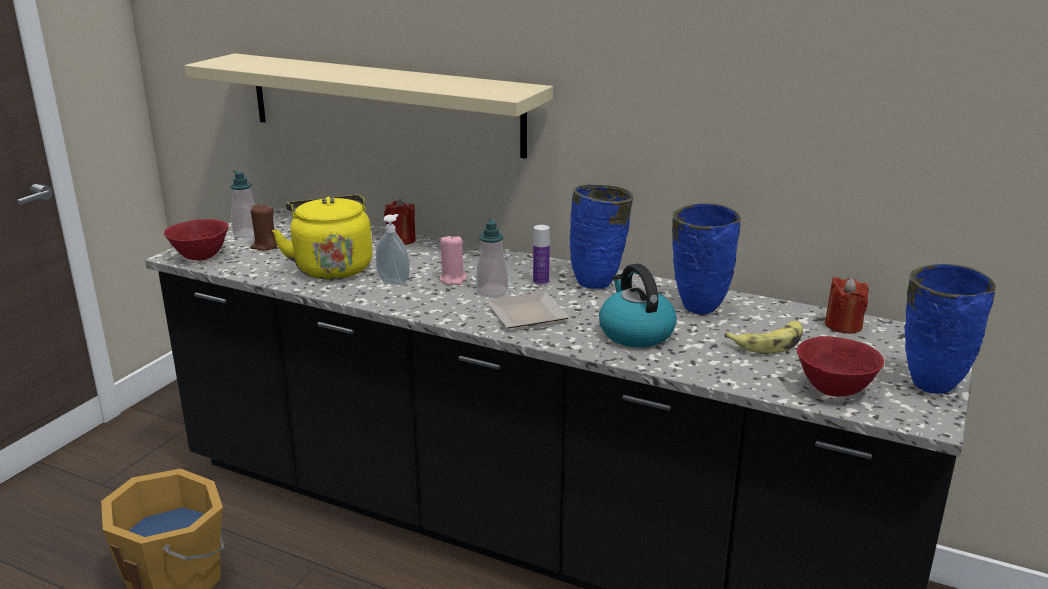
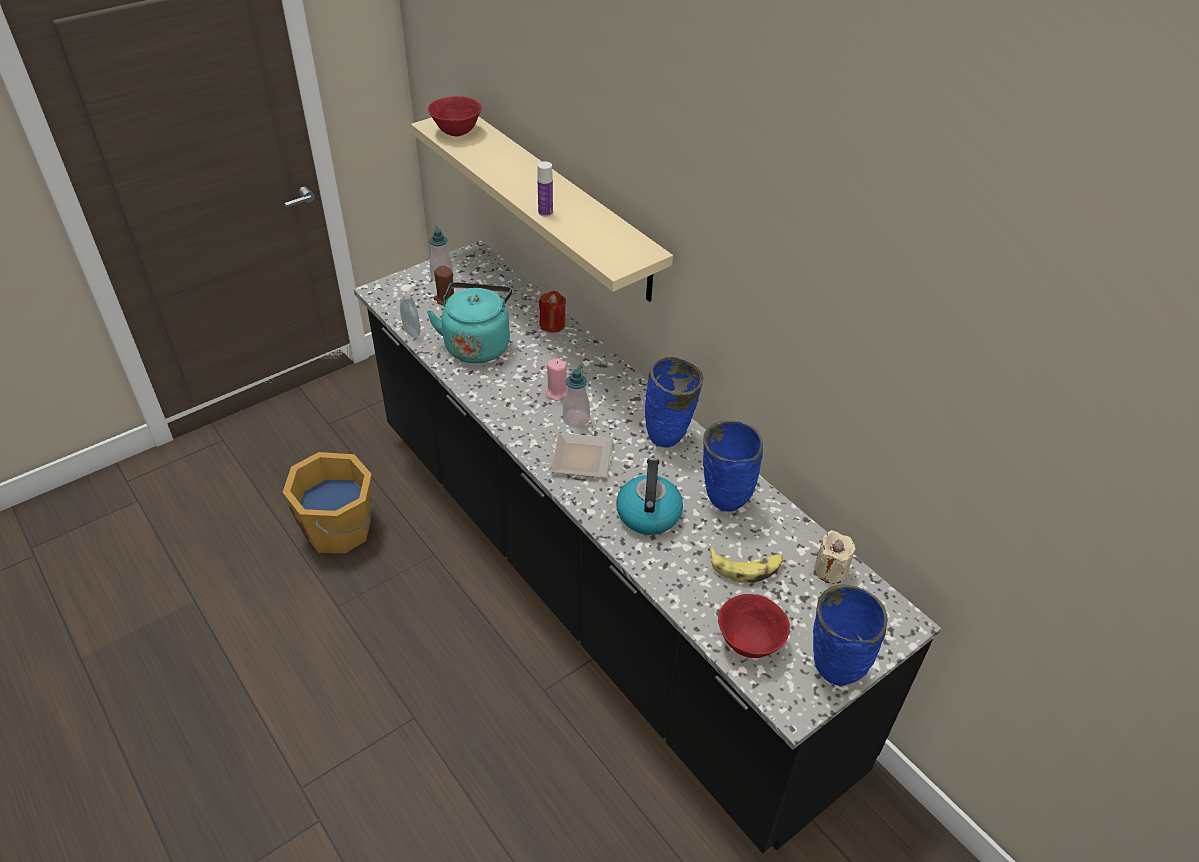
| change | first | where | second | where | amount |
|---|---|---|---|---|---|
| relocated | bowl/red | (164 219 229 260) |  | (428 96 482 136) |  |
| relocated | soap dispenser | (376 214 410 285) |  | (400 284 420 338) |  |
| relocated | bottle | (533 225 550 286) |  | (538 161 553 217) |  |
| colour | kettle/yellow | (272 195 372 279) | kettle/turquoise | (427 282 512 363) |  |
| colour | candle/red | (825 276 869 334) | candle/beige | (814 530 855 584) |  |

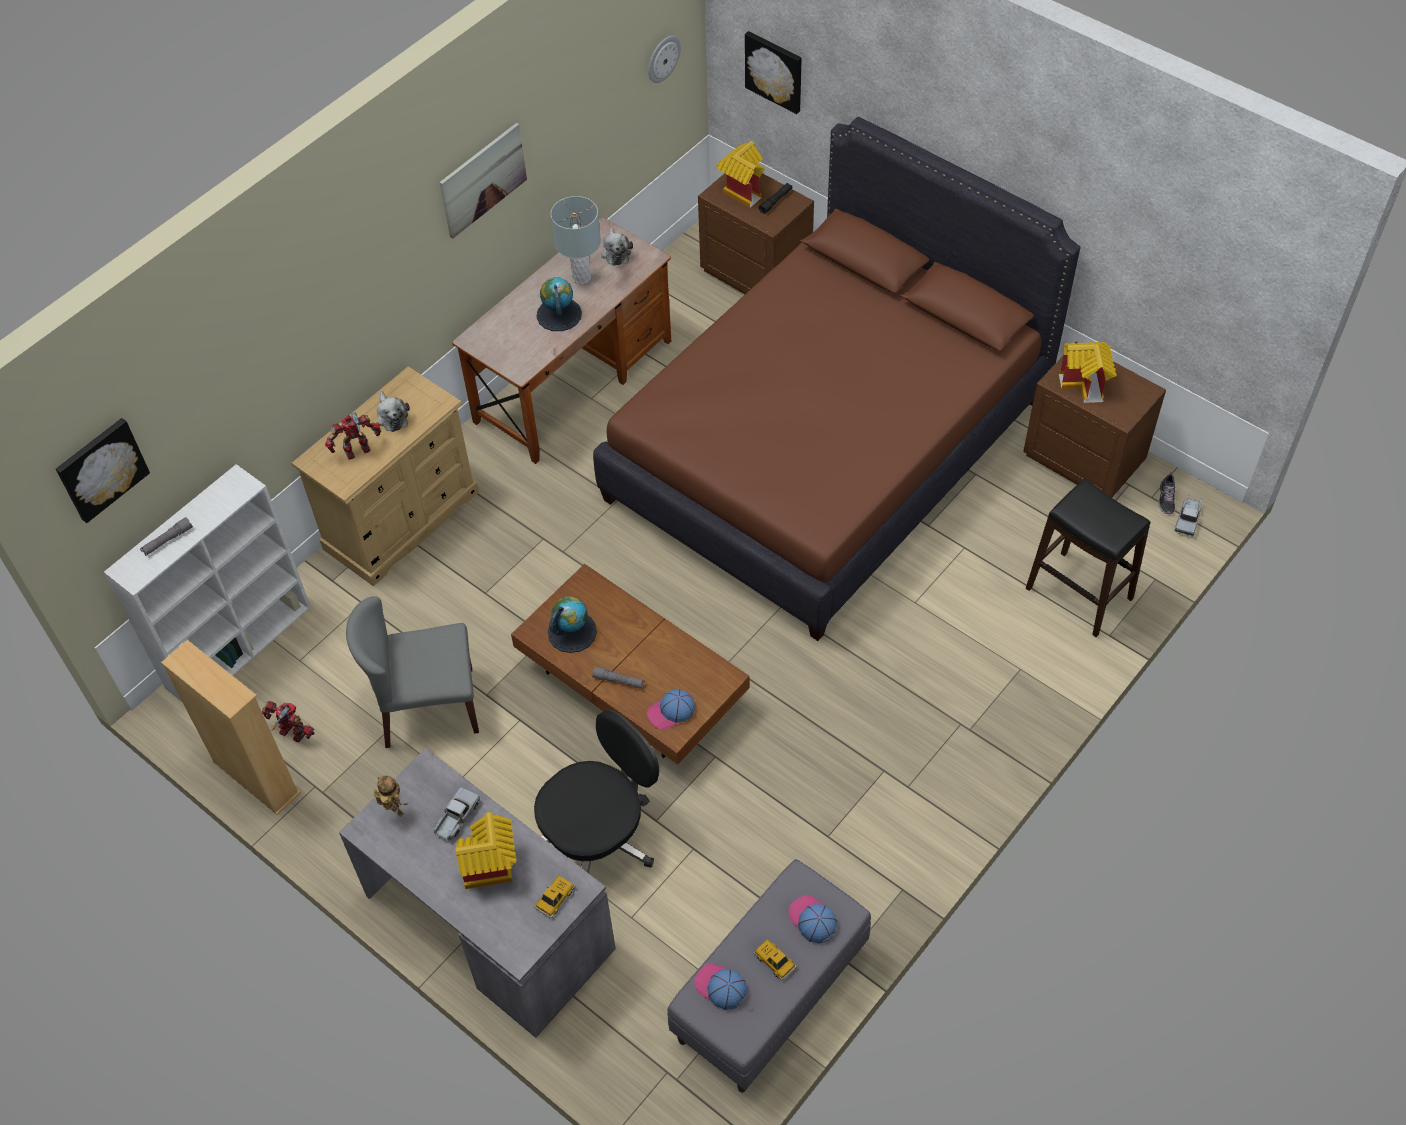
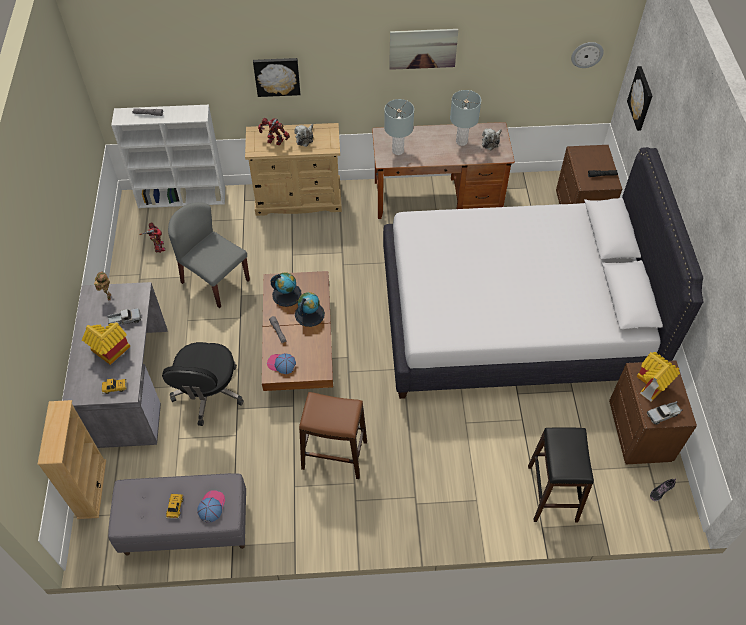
| change | first | where | second | where | amount |
|---|---|---|---|---|---|
| missing | cap | (694 964 747 1010) |  |  |  |
| missing | toy house | (716 141 765 207) |  |  |  |
| appeared |  |  | stool/brown | (299 392 367 479) |  |
| appeared |  |  | table lamp/grey | (384 99 414 155) |  |
| relocated | picture | (56 418 150 523) |  | (253 58 300 97) |  |
| relocated | bookcase/beige | (161 640 301 815) |  | (37 400 106 519) |  |
| relocated | globe | (536 277 582 331) |  | (295 292 325 327) |  |
| relocated | toy truck | (1175 495 1202 536) |  | (647 401 683 425) |  |
| colour | bed/brown | (593 117 1080 641) | bed/white | (383 147 703 399) |  |
| spun | office chair/black | (534 710 659 873) |  | (162 342 244 426) | 90 degrees clockwise |

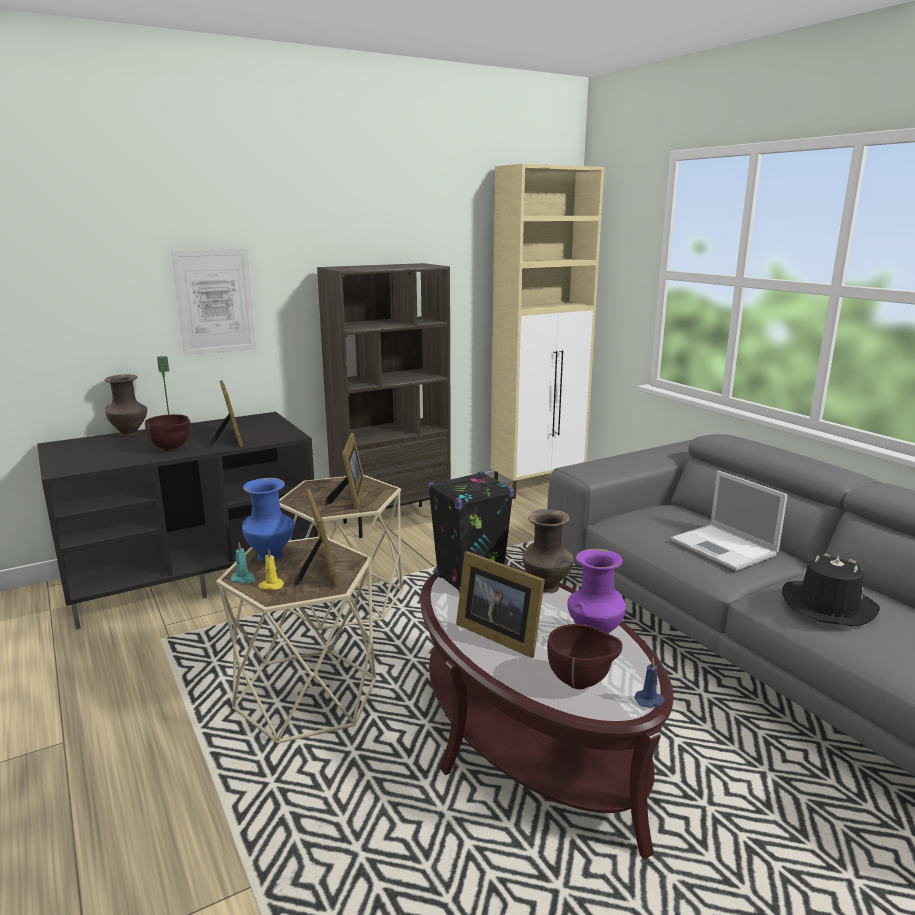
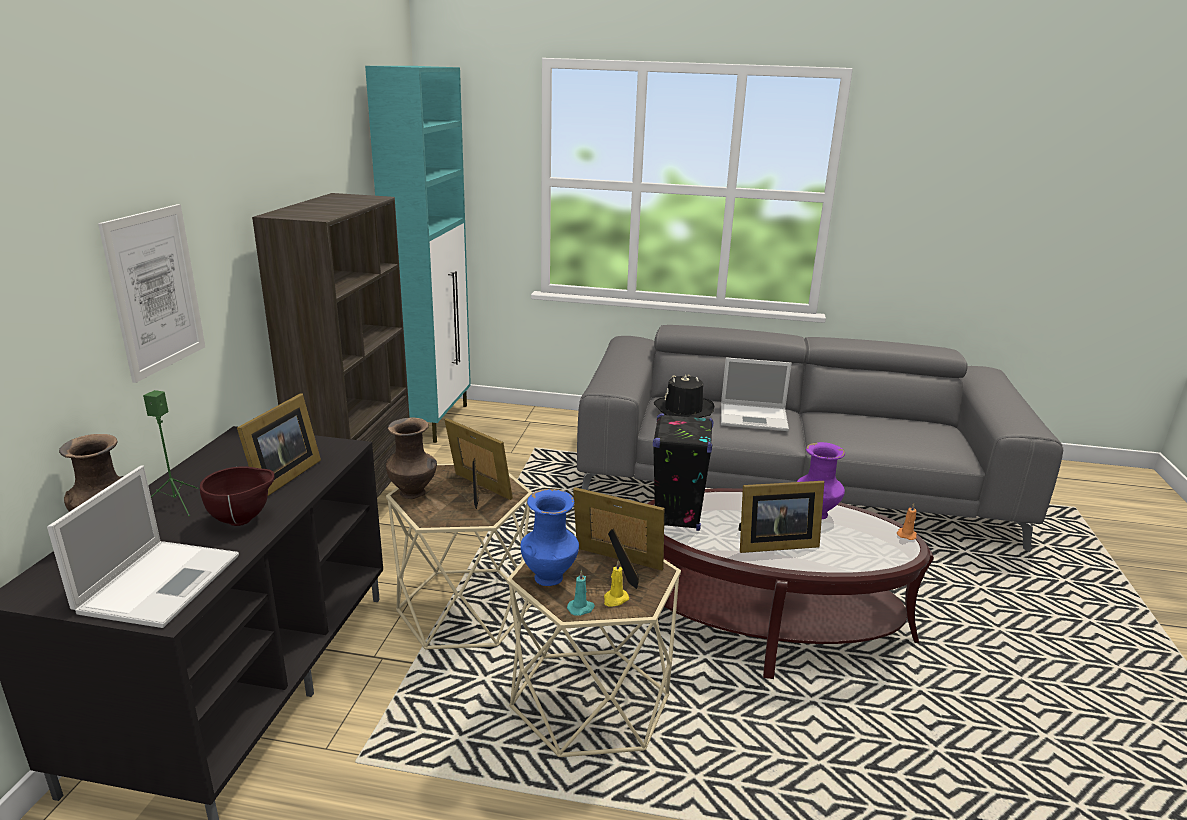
| change | first | where | second | where | amount |
|---|---|---|---|---|---|
| missing | bowl/brown | (547 624 622 689) |  |  |  |
| appeared |  |  | laptop | (47 465 239 628) |  |
| relocated | vase/brown | (523 509 574 593) |  | (386 418 437 499) |  |
| relocated | hat/black | (782 554 880 627) |  | (654 374 714 418) |  |
| colour | cabinet/beige | (490 164 604 499) | cabinet/turquoise | (365 66 471 443) |  |
| colour | candle/blue | (634 658 665 708) | candle/orange | (897 503 917 540) |  |
| spun | picture frame | (209 380 243 447) |  | (237 394 321 496) | 90 degrees clockwise |

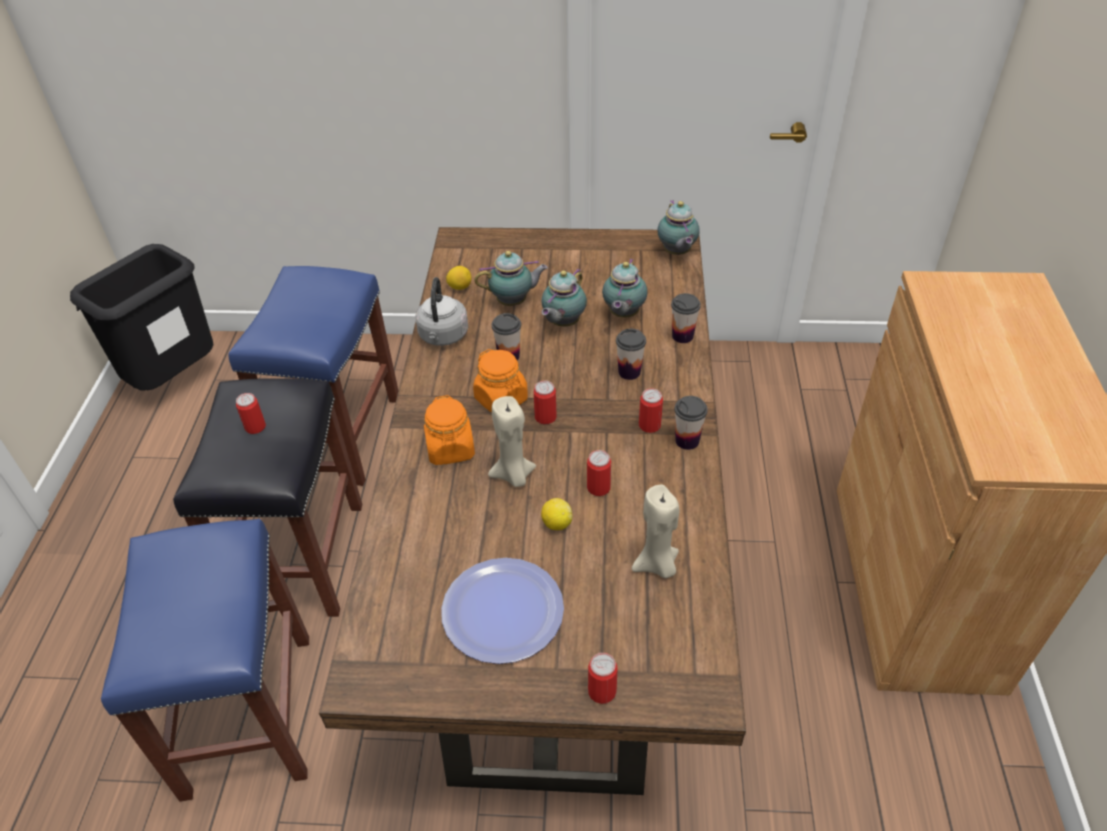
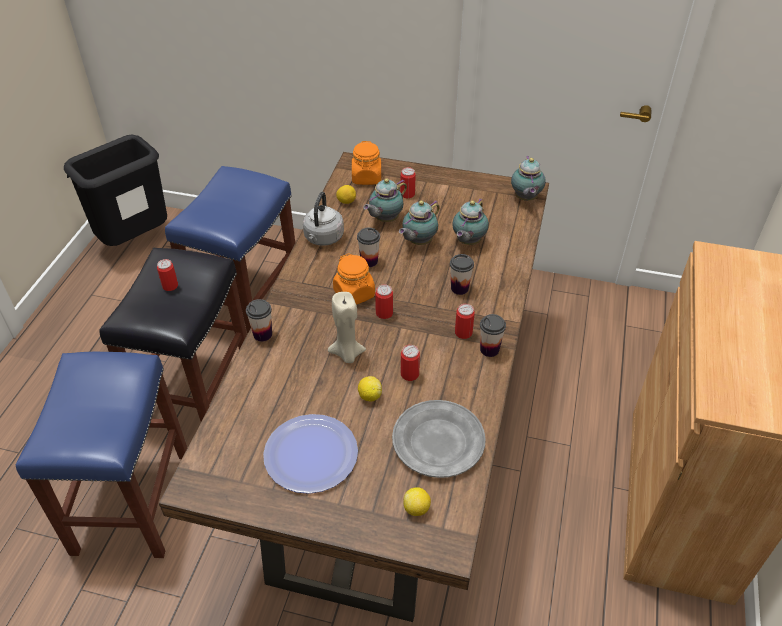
| change | first | where | second | where | amount |
|---|---|---|---|---|---|
| appeared |  |  | lemon | (403 487 431 516) |  |
| relocated | jar/orange | (424 395 475 465) |  | (352 141 381 185) |  |
| relocated | can | (588 653 618 704) |  | (400 167 416 198) |  |
| relocated | cup | (671 293 701 343) |  | (246 299 272 342) |  |
| exchanged | candle/beige | (632 485 680 578) | plate/grey | (392 400 486 478) |  |
| spun | teapot | (475 251 548 306) |  | (363 178 407 222) | 135 degrees clockwise |

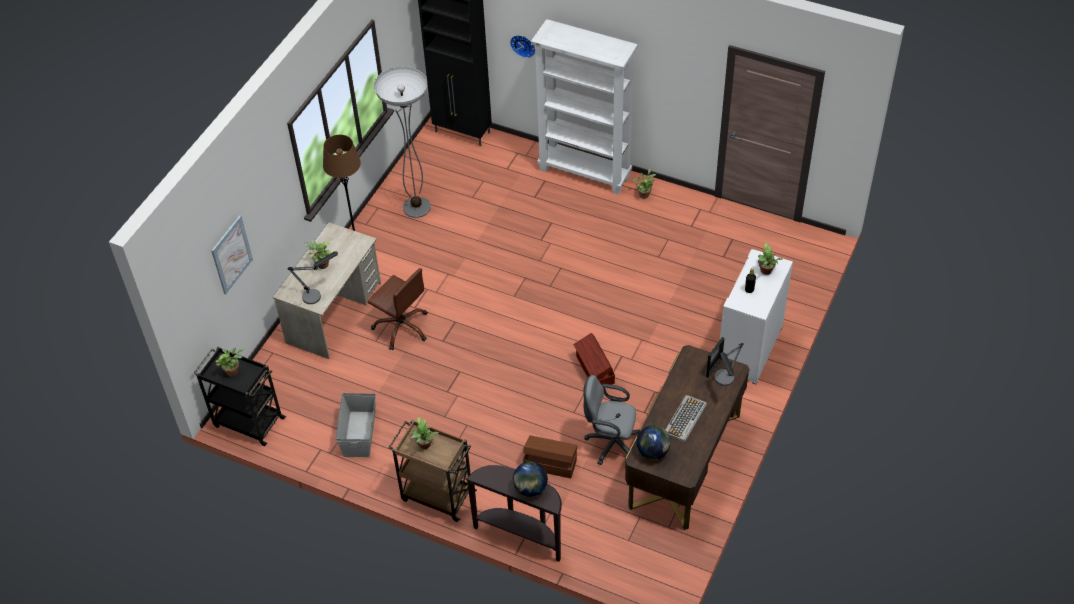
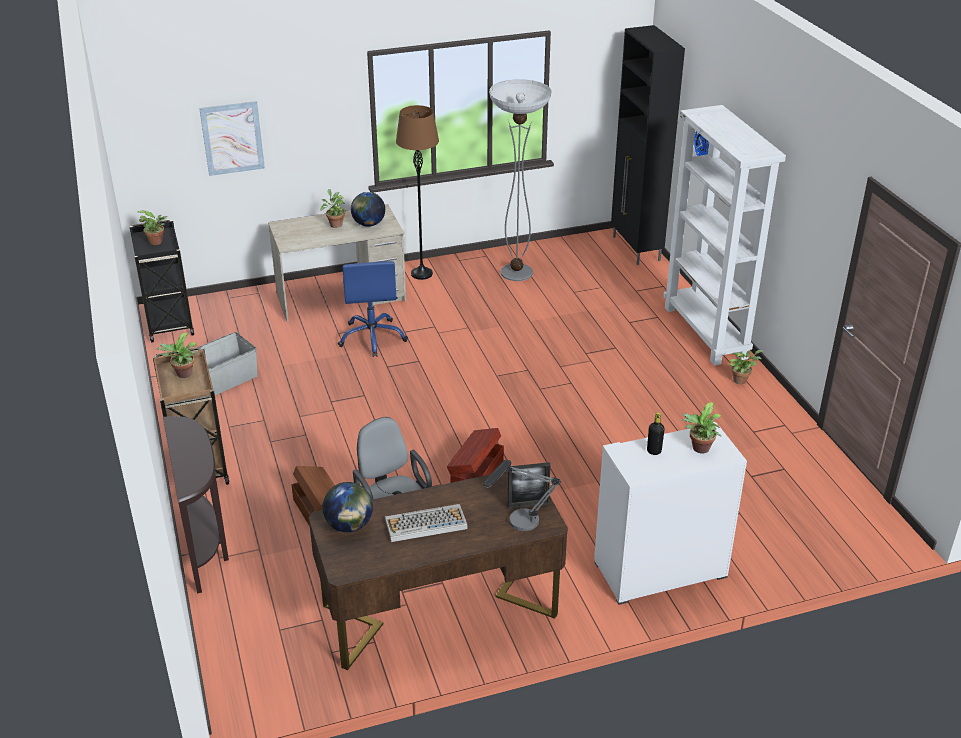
| change | first | where | second | where | amount |
|---|---|---|---|---|---|
| missing | table lamp | (288 251 338 304) |  |  |  |
| relocated | globe | (513 462 548 497) |  | (351 192 385 227) |  |
| colour | office chair/brown | (367 268 427 350) | office chair/blue | (338 261 408 357) |  |

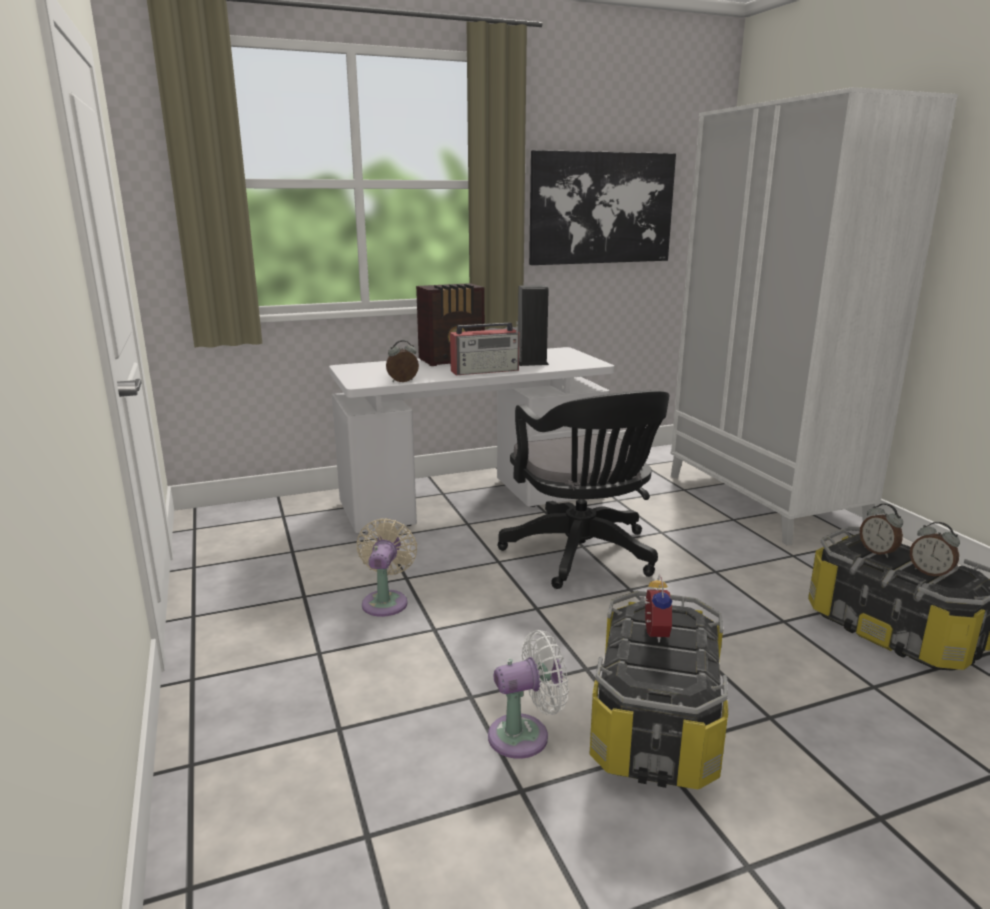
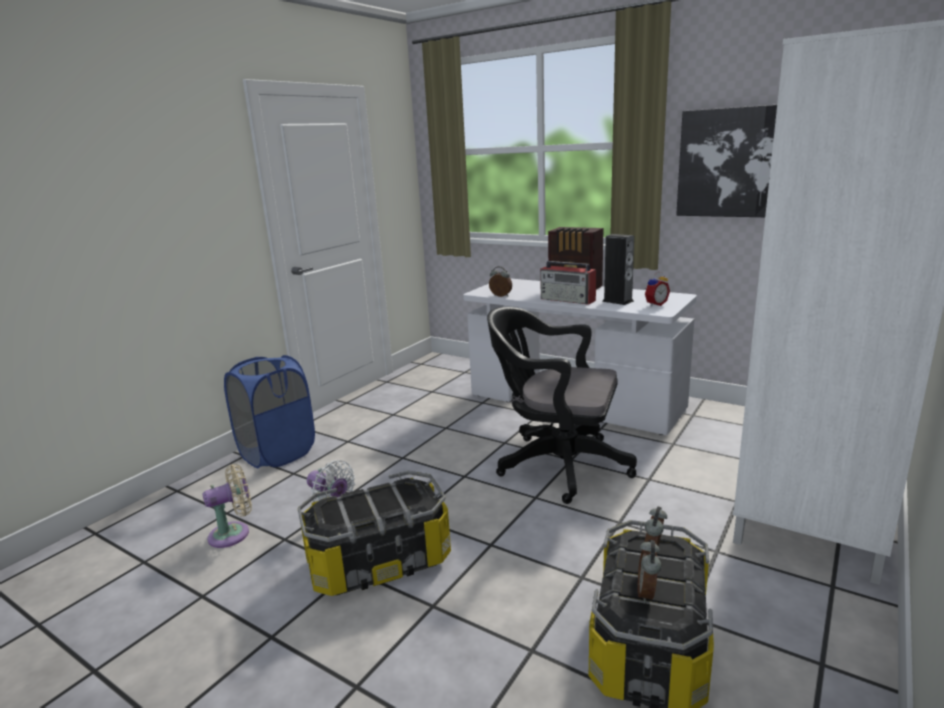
| change | first | where | second | where | amount |
|---|---|---|---|---|---|
| appeared |  |  | laundry basket/blue | (224 355 315 469) |  |
| relocated | fan/beige | (357 518 417 617) |  | (203 464 252 548) |  |
| relocated | alarm clock | (639 575 673 642) |  | (645 272 670 307) |  |
| spun | office chair/black | (497 391 669 589) |  | (487 307 637 504) | 75 degrees clockwise |

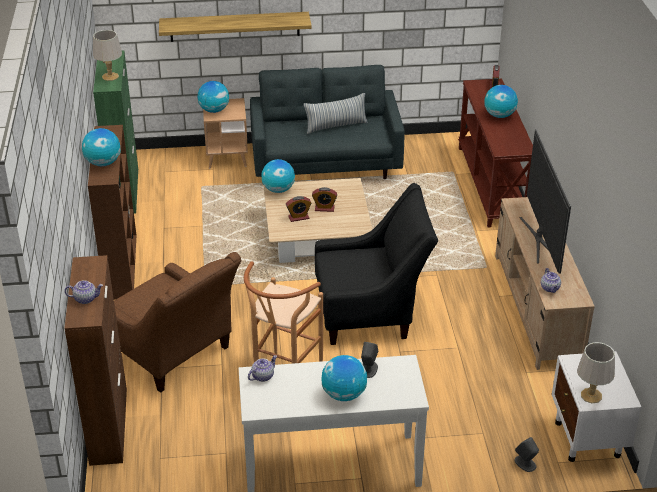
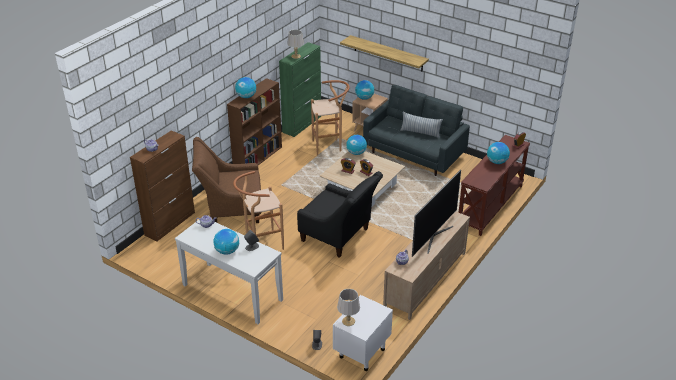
| change | first | where | second | where | amount |
|---|---|---|---|---|---|
| appeared |  |  | stool/brown | (311 80 350 156) |  |
| spun | armchair/brown | (114 252 241 393) |  | (192 137 261 223) | 90 degrees clockwise |

